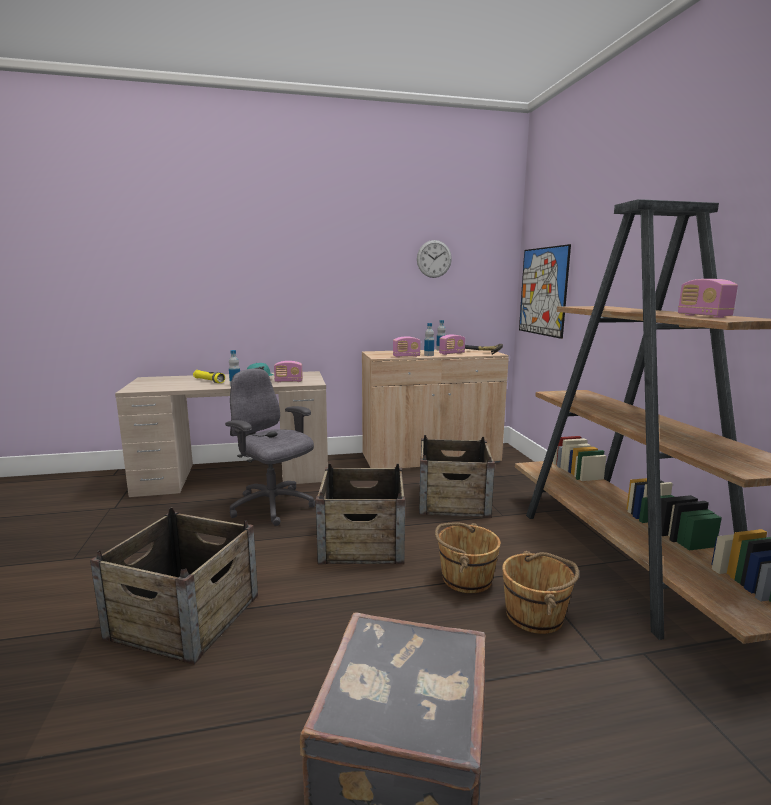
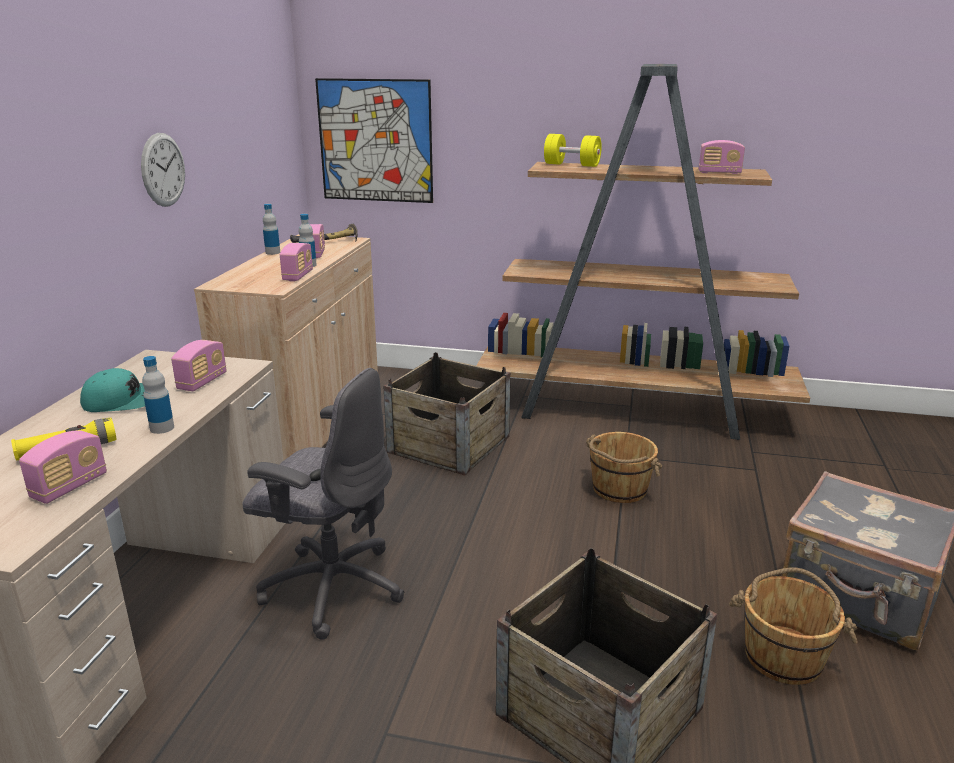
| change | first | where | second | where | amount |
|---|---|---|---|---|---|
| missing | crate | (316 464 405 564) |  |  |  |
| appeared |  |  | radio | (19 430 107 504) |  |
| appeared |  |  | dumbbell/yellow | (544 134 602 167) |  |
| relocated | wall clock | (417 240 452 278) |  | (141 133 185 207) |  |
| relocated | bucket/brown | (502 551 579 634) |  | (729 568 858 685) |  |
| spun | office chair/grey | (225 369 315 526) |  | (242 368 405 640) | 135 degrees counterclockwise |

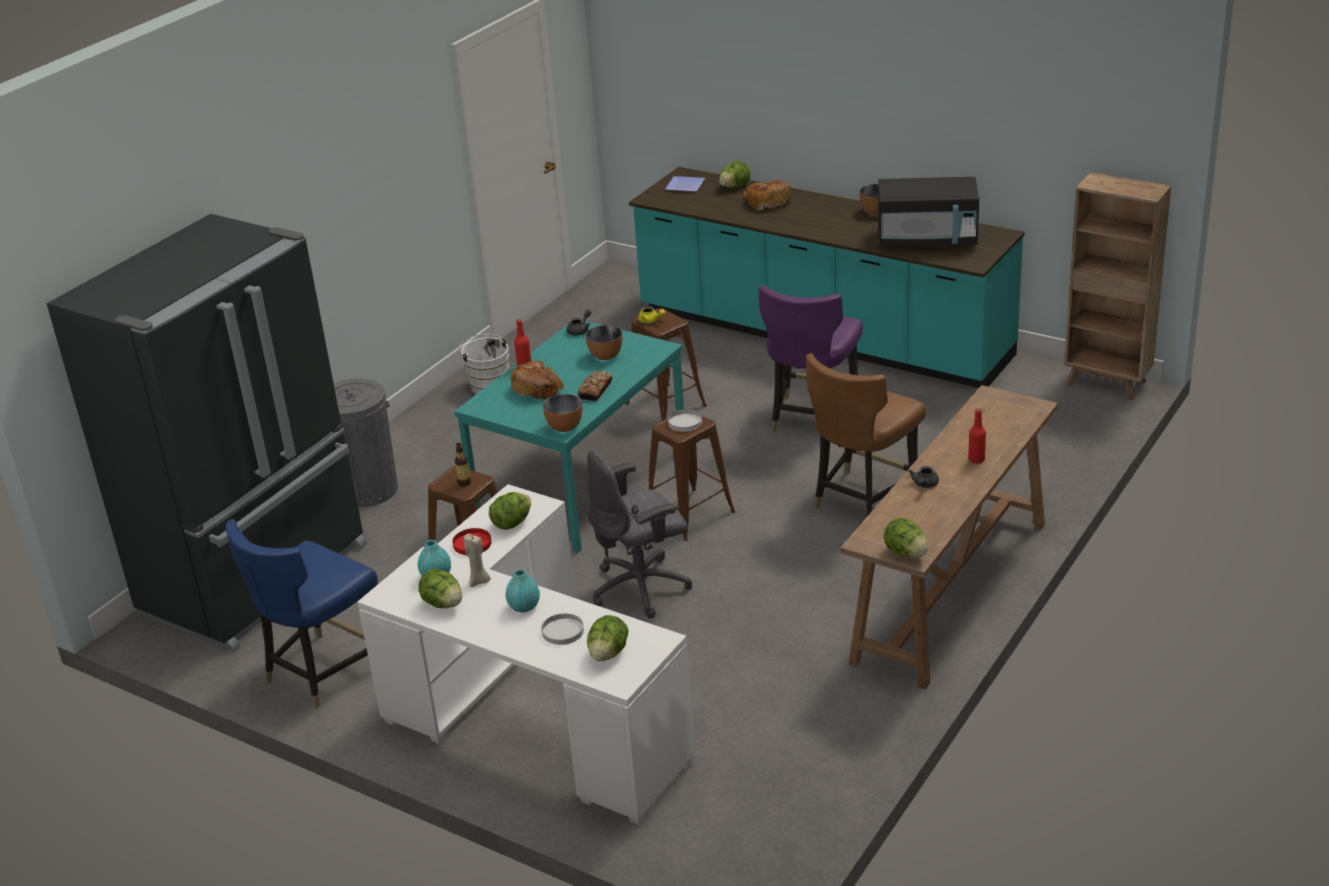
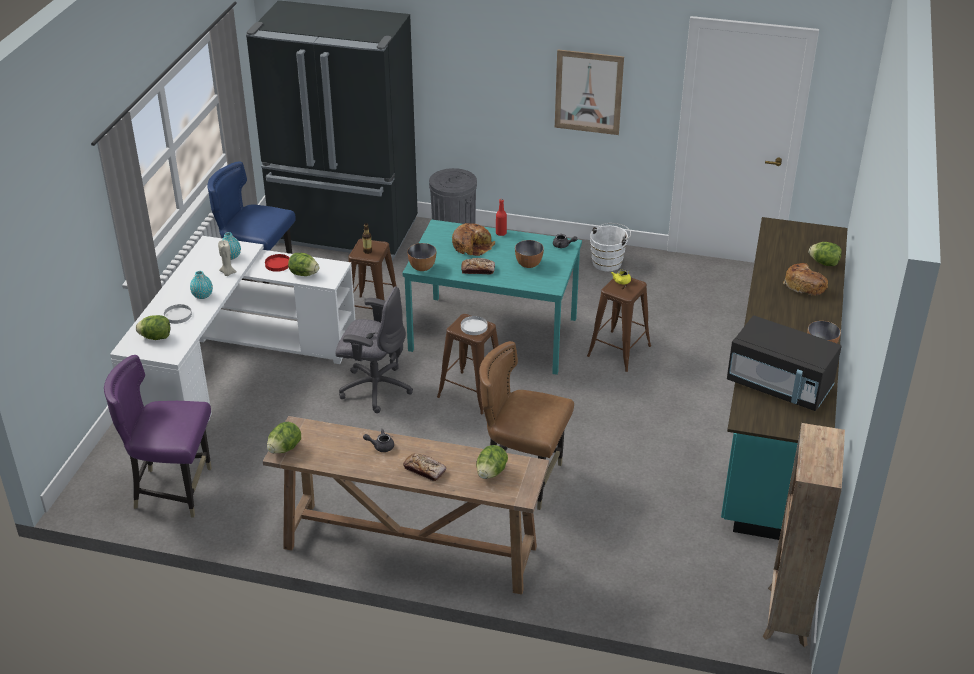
| change | first | where | second | where | amount |
|---|---|---|---|---|---|
| missing | plate | (665 176 705 192) |  |  |  |
| appeared |  |  | picture | (555 49 624 135) |  |
| relocated | lettuce | (418 568 462 608) |  | (476 445 508 479) |  |
| relocated | chair/purple | (759 285 863 432) |  | (104 355 212 517) |  |
| exchanged | bottle/red | (968 408 986 464) | bread | (403 453 446 481) |  |
| spun | office chair/grey | (587 450 692 618) |  | (335 286 413 413) | 150 degrees clockwise |
| spun | microwave/black | (878 177 979 247) |  | (727 315 842 411) | 45 degrees counterclockwise |

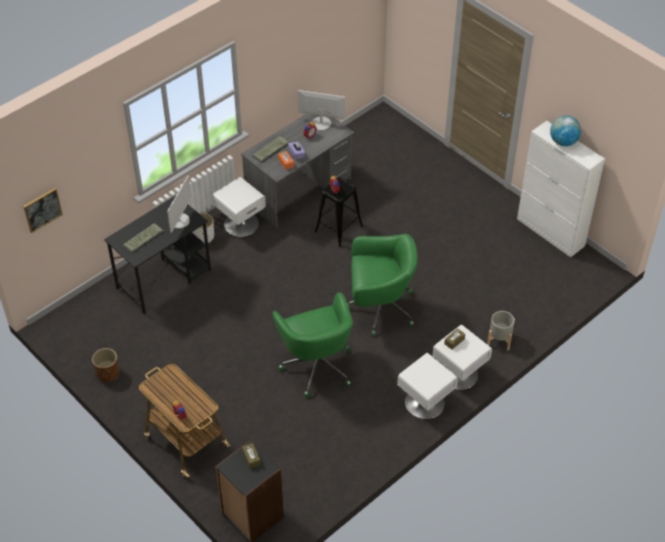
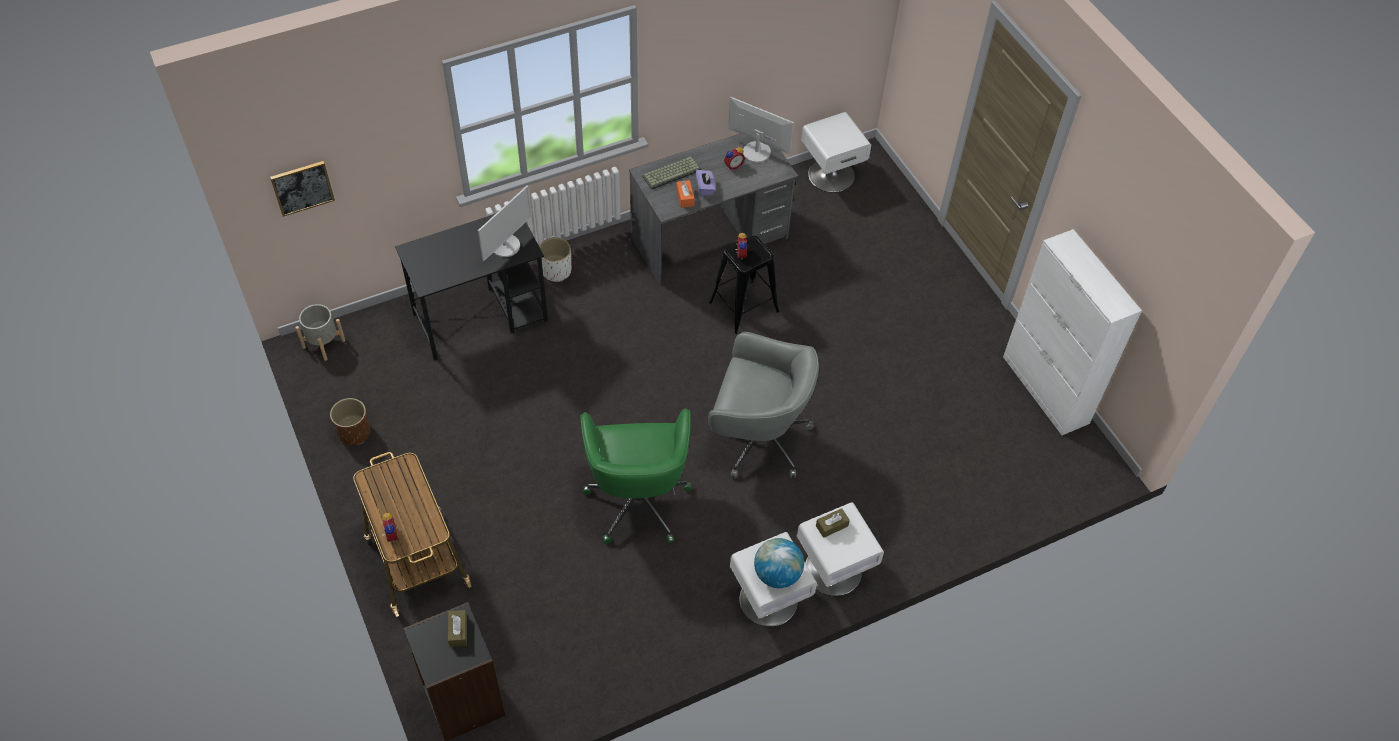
| change | first | where | second | where | amount |
|---|---|---|---|---|---|
| missing | keyboard | (123 223 164 254) |  |  |  |
| relocated | nightstand/white | (213 177 266 237) |  | (801 112 871 192) |  |
| relocated | planter/grey | (487 311 515 350) |  | (295 304 346 361) |  |
| relocated | globe | (550 116 581 146) |  | (754 538 804 588) |  |
| colour | office chair/green | (347 234 418 336) | office chair/grey | (708 332 819 479) |  |

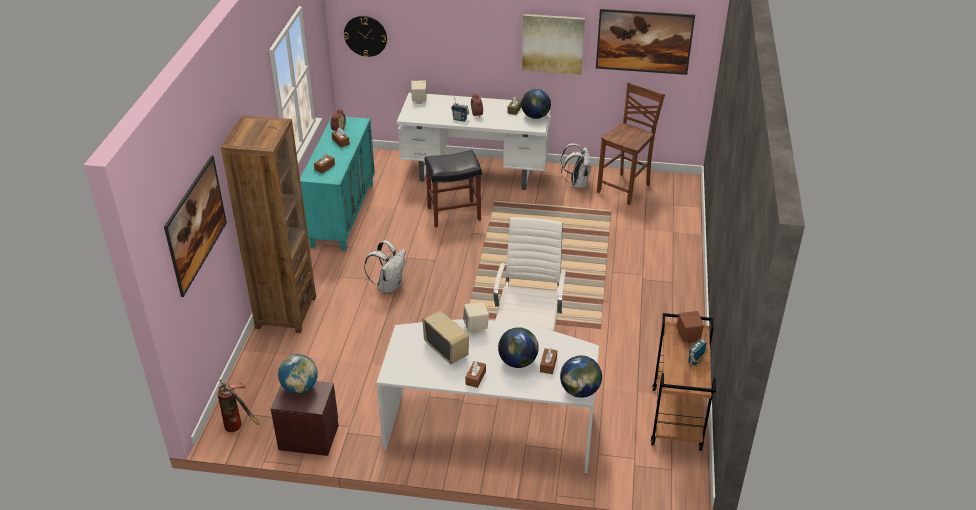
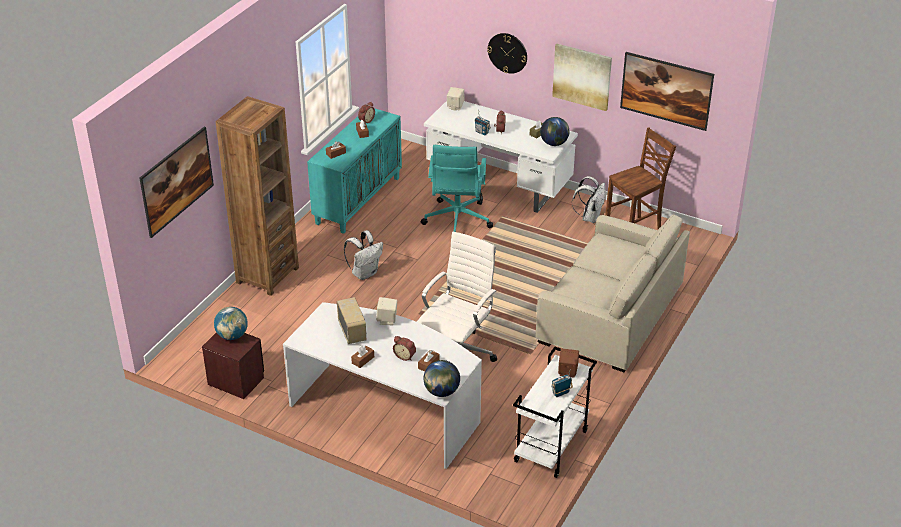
| change | first | where | second | where | amount |
|---|---|---|---|---|---|
| missing | fire extinguisher | (218 380 259 432) |  |  |  |
| appeared |  |  | sofa/beige | (536 214 690 372) |  |
| relocated | wall clock | (344 16 387 57) |  | (487 33 527 74) |  |
| exchanged | stool/black | (425 150 482 228) | office chair/turquoise | (421 145 493 232) |  |
| exchanged | globe | (498 327 539 368) | alarm clock | (393 336 416 361) |  |
| colour | cart/brown | (651 313 716 451) | cart/white | (513 347 597 478) |  |

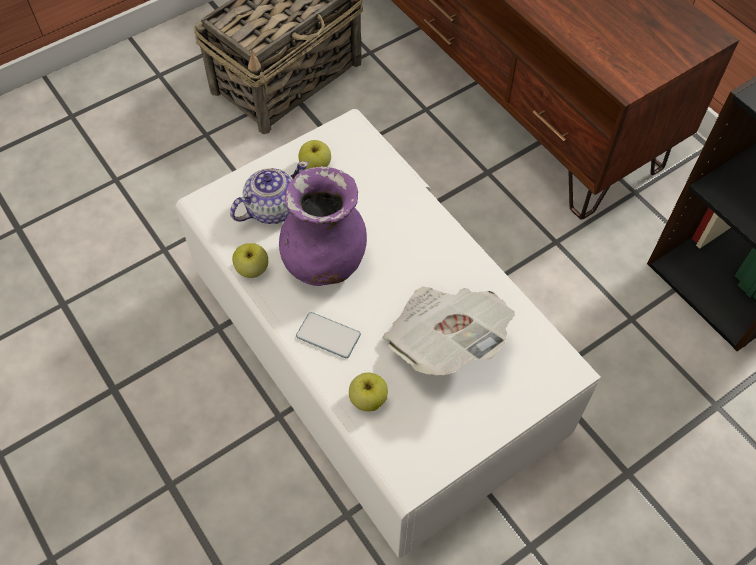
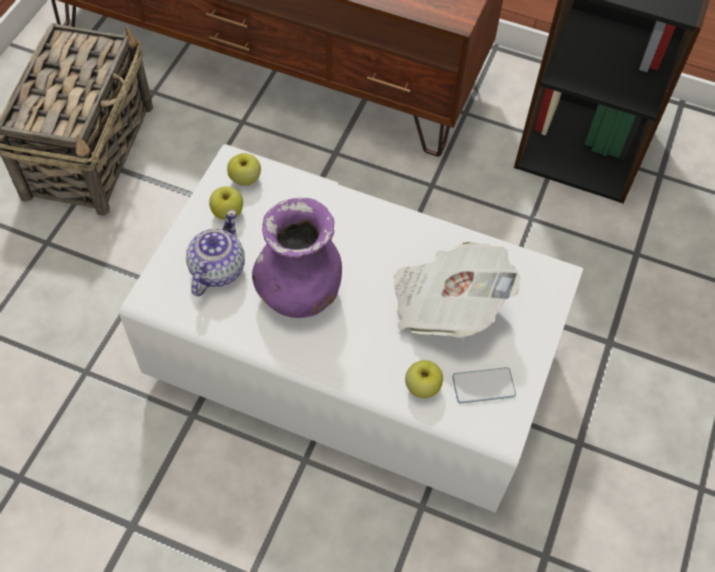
| change | first | where | second | where | amount |
|---|---|---|---|---|---|
| relocated | apple | (232 243 268 278) |  | (227 153 261 186) |  |
| relocated | phone | (296 312 361 358) |  | (452 367 516 403) |  |

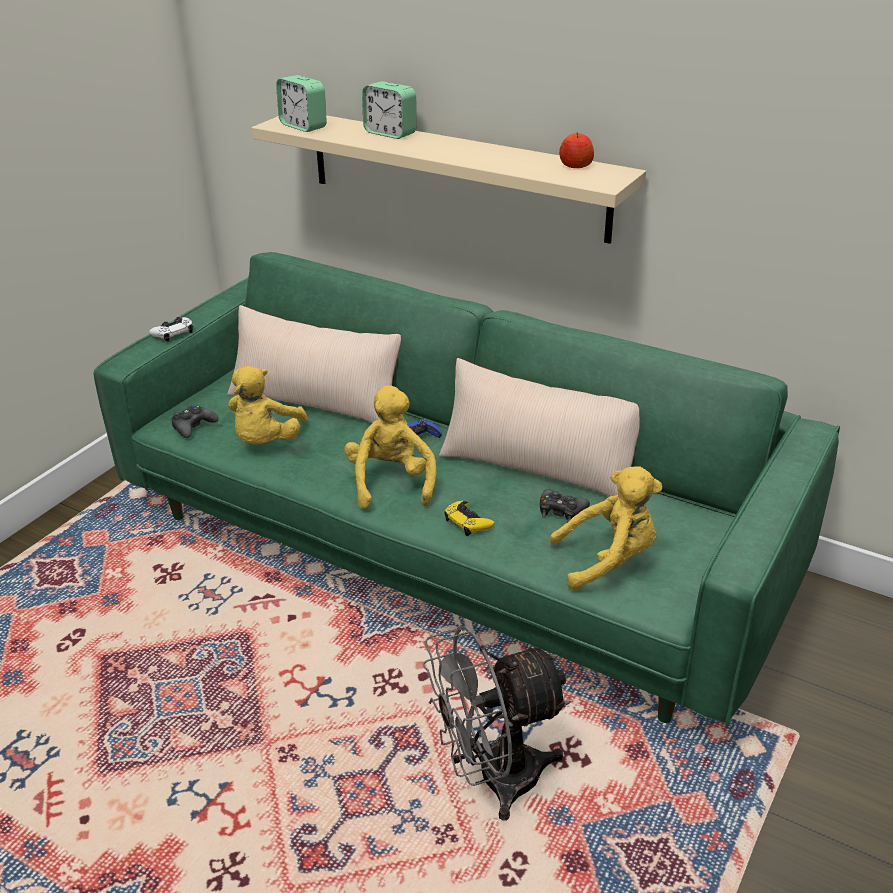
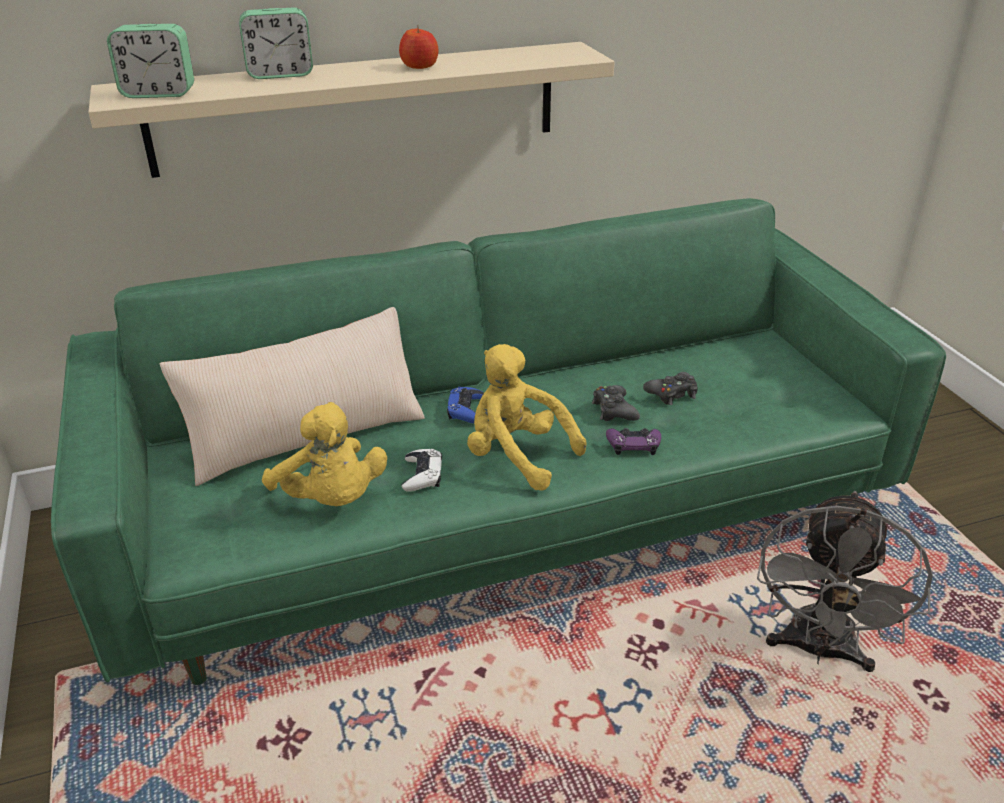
| change | first | where | second | where | amount |
|---|---|---|---|---|---|
| missing | pillow/beige | (439 358 640 496) |  |  |  |
| missing | plush toy/yellow | (549 466 662 591) |  |  |  |
| relocated | game controller/white | (149 317 193 342) |  | (401 449 442 492) |  |
| relocated | game controller/black | (171 405 218 438) |  | (592 385 640 421) |  |
| relocated | apple | (559 133 594 168) |  | (399 29 439 69) |  |
| colour | game controller/yellow | (444 501 494 536) | game controller/purple | (606 428 661 455) |  |

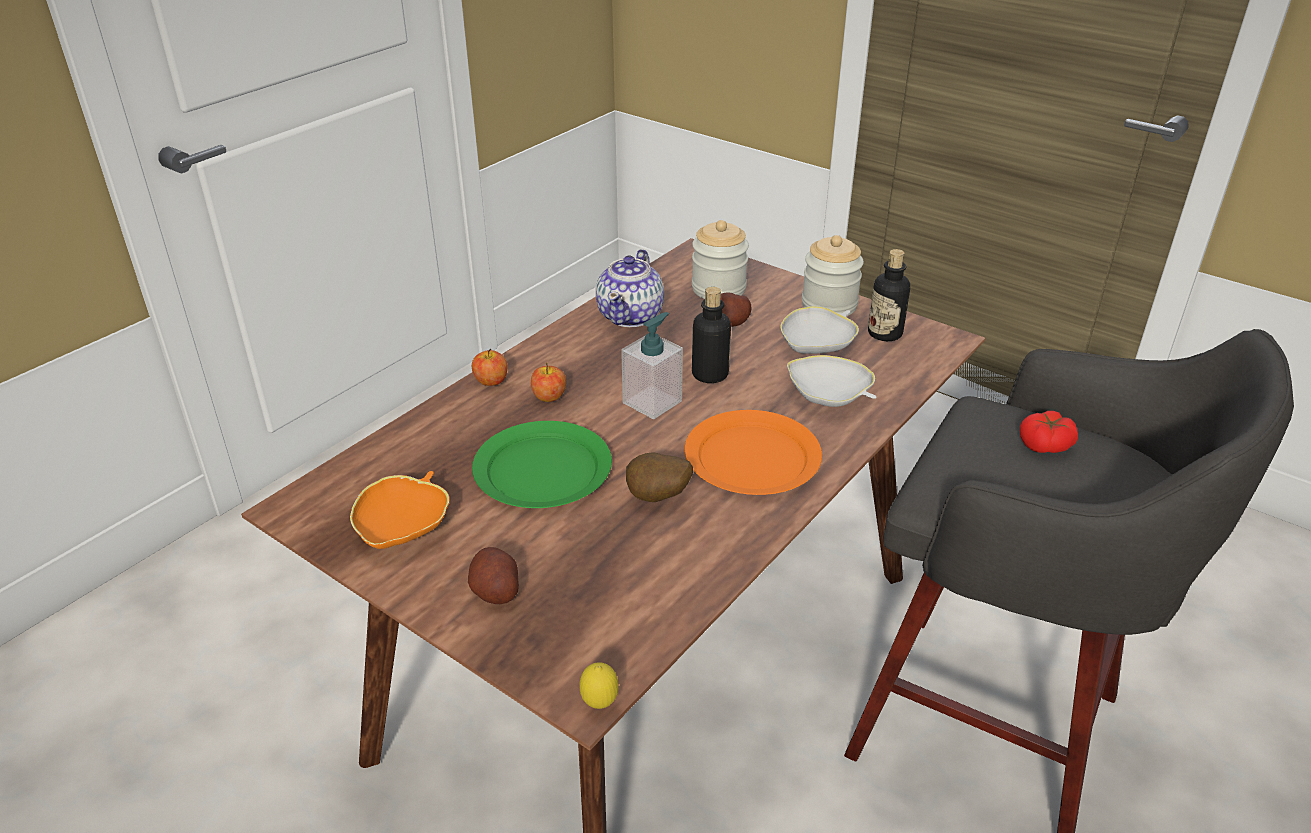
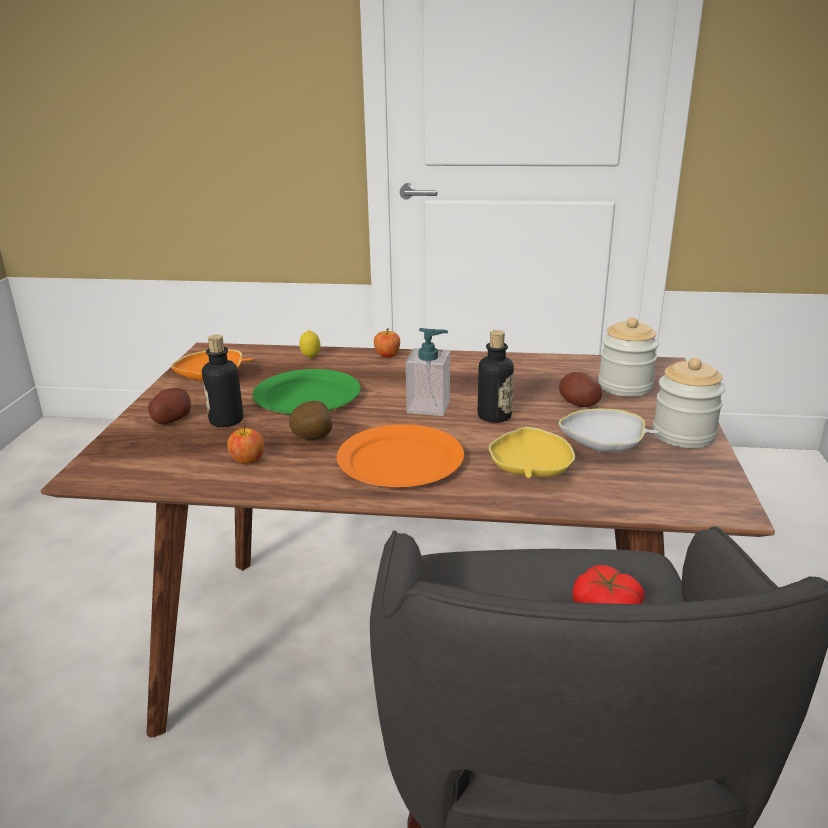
| change | first | where | second | where | amount |
|---|---|---|---|---|---|
| missing | teapot | (596 249 664 327) |  |  |  |
| relocated | apple | (531 363 566 402) |  | (227 425 264 464) |  |
| relocated | lemon | (579 662 619 709) |  | (299 330 320 359) |  |
| relocated | bottle | (868 249 910 341) |  | (202 335 243 427) |  |
| colour | bowl/white | (787 355 876 407) | bowl/yellow | (489 427 575 478) |  |

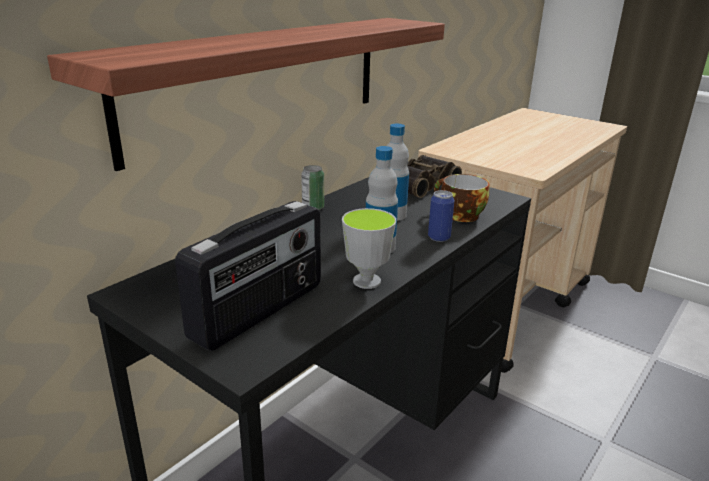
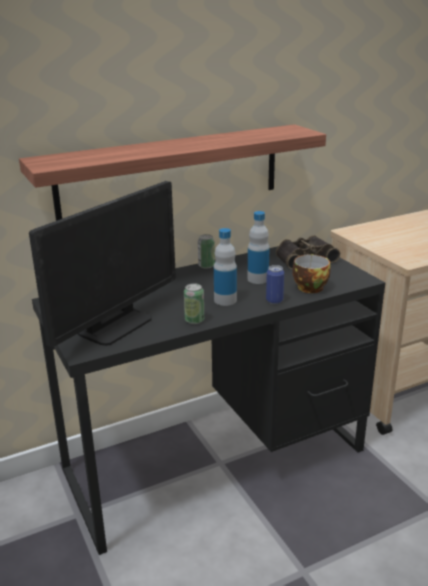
| change | first | where | second | where | amount |
|---|---|---|---|---|---|
| exchanged | radio | (175 201 321 351) | monitor | (29 181 176 348) |  |
| exchanged | cup | (342 208 396 289) | can | (184 283 204 324) |  |

